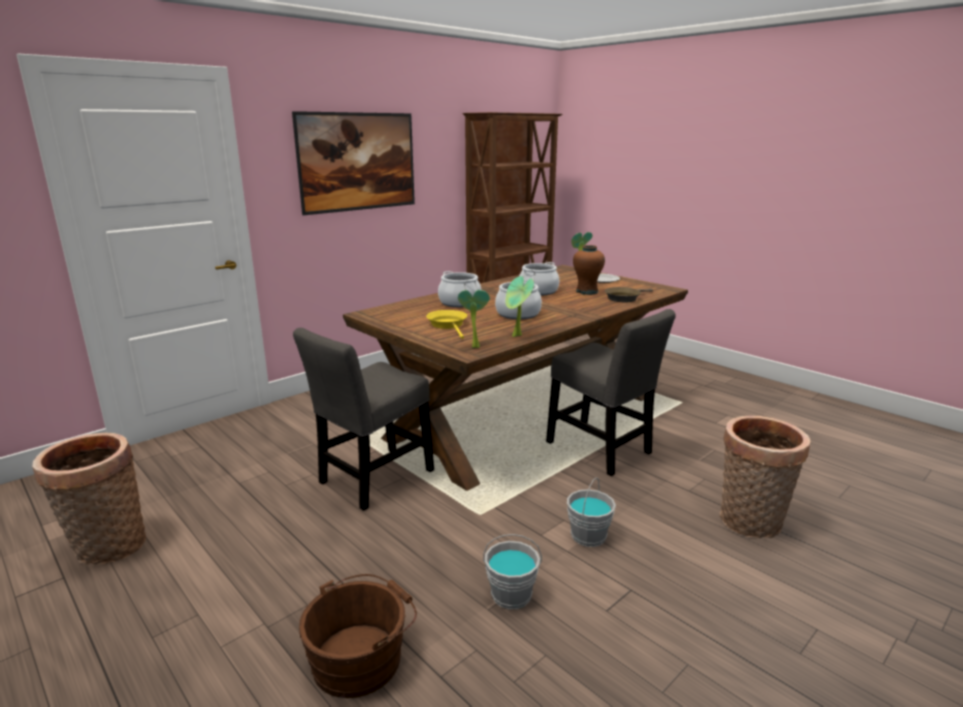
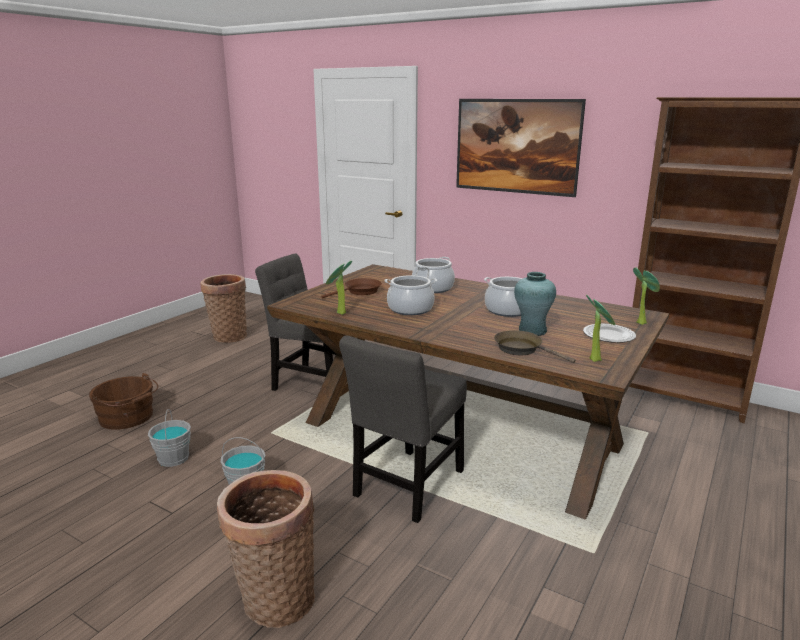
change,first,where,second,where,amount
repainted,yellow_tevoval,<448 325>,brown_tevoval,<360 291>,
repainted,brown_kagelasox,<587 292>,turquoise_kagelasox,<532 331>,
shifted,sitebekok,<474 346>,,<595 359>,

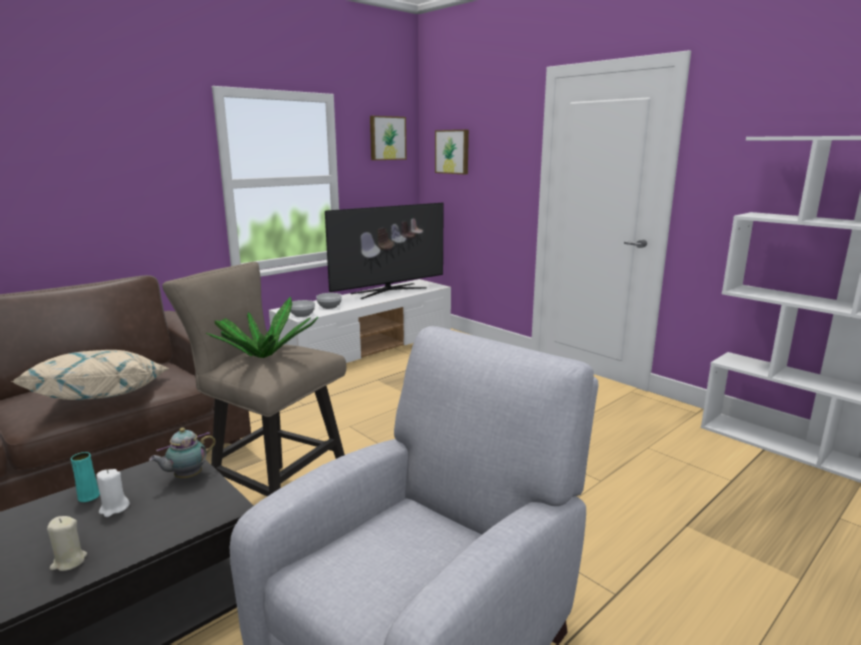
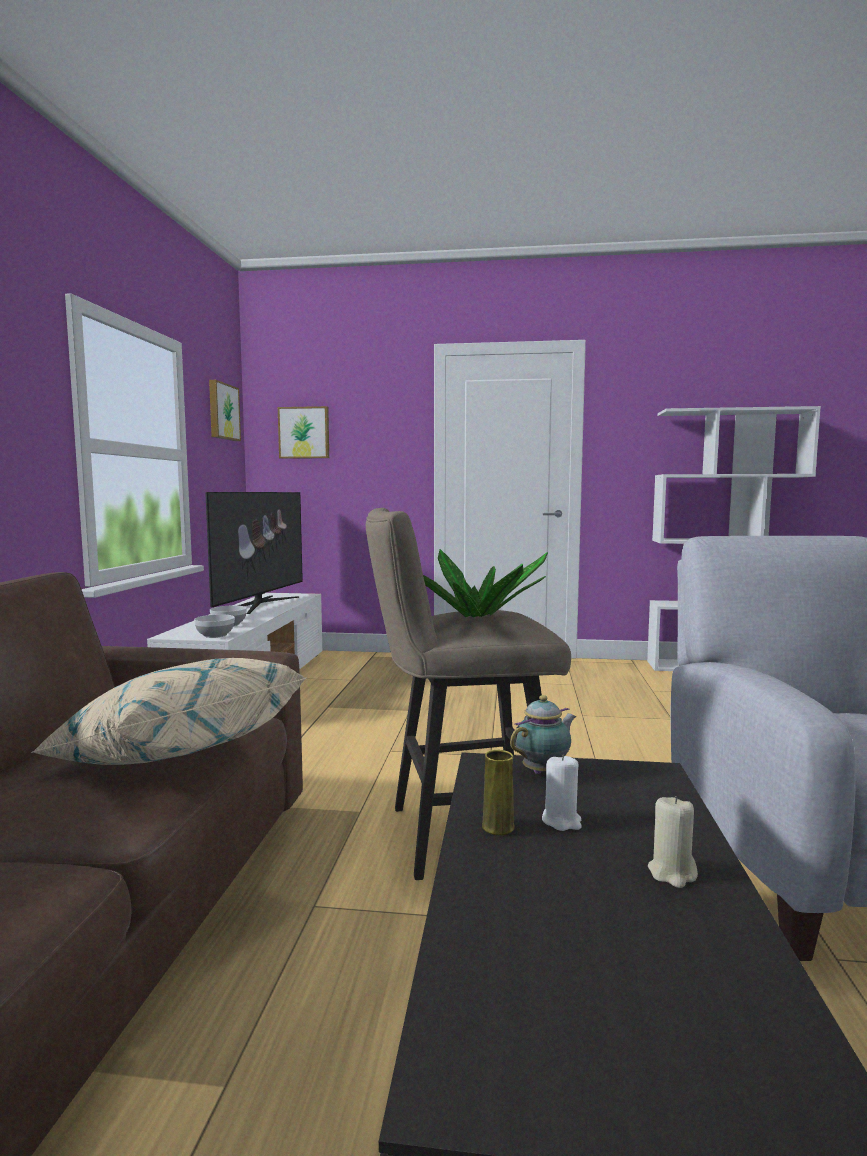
change,first,where,second,where,amount
repainted,turquoise_kagelasox,<89 496>,yellow_kagelasox,<498 827>,
rotated,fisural,<186 477>,,<544 771>,135 degrees counterclockwise

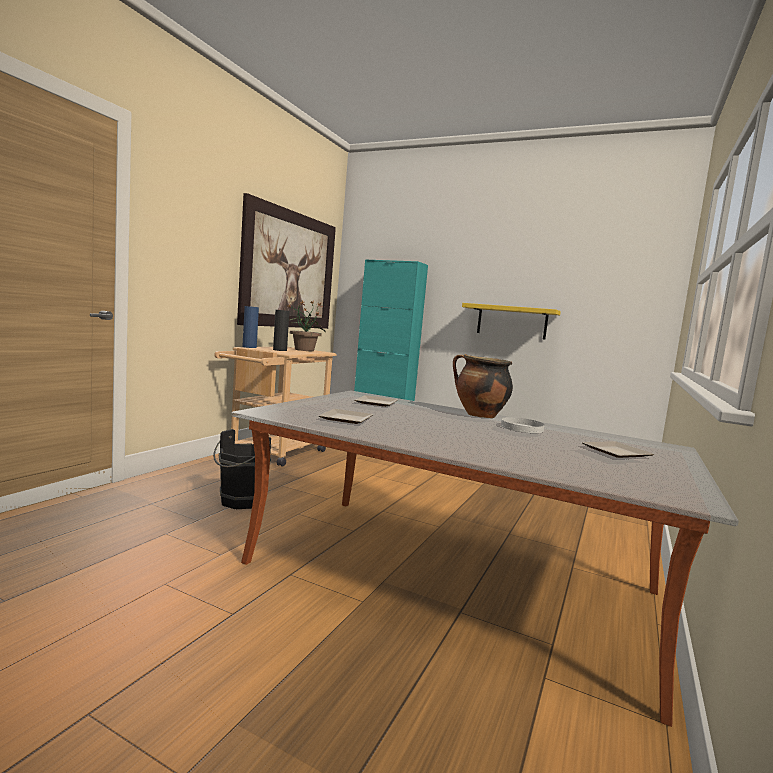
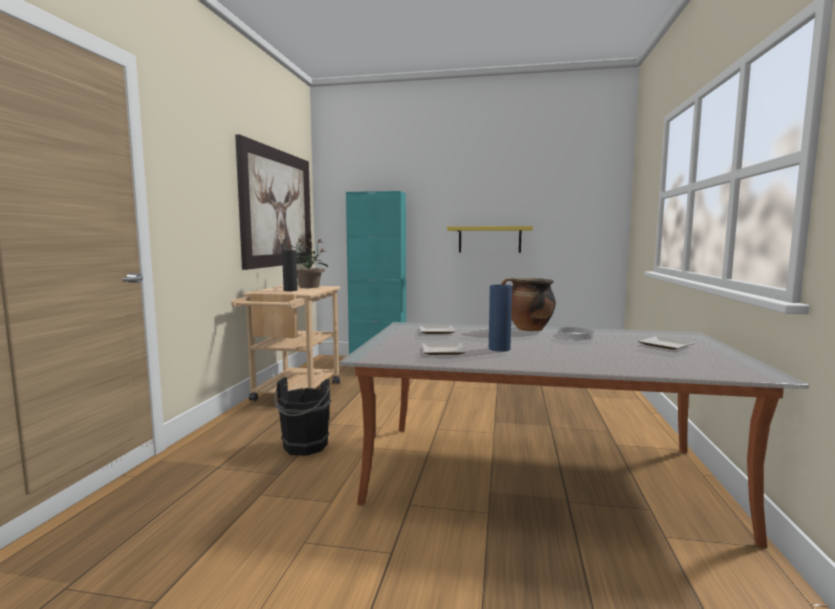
change,first,where,second,where,amount
shifted,blue_kagelasox,<249 347>,,<499 349>,

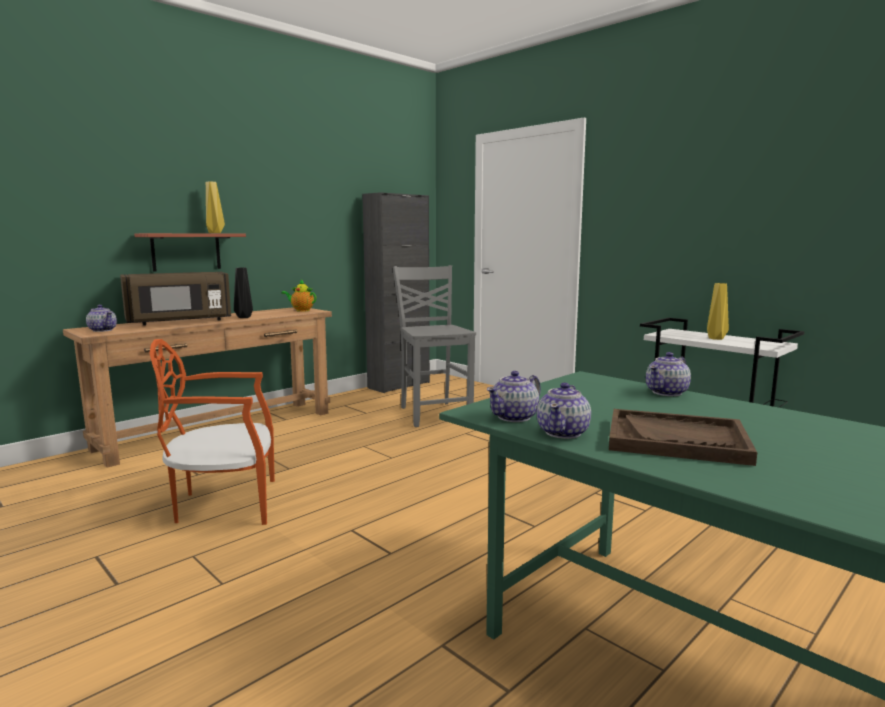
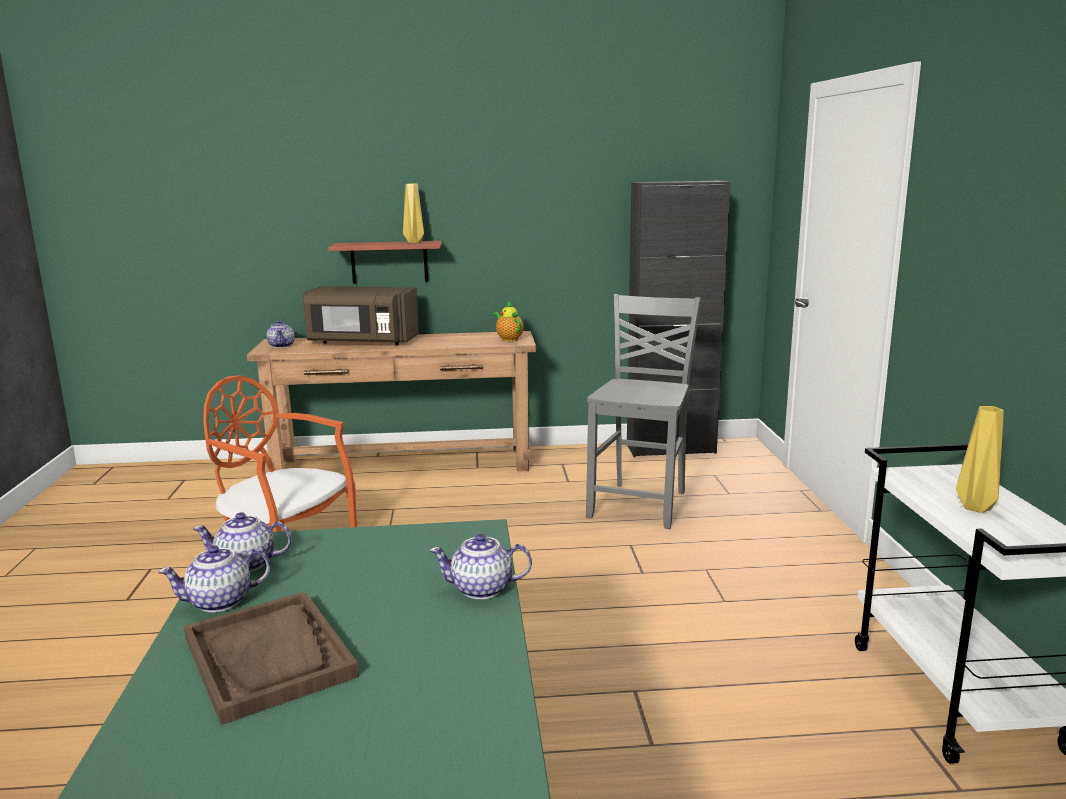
change,first,where,second,where,amount
gone,black_kagelasox,<244 317>,,,

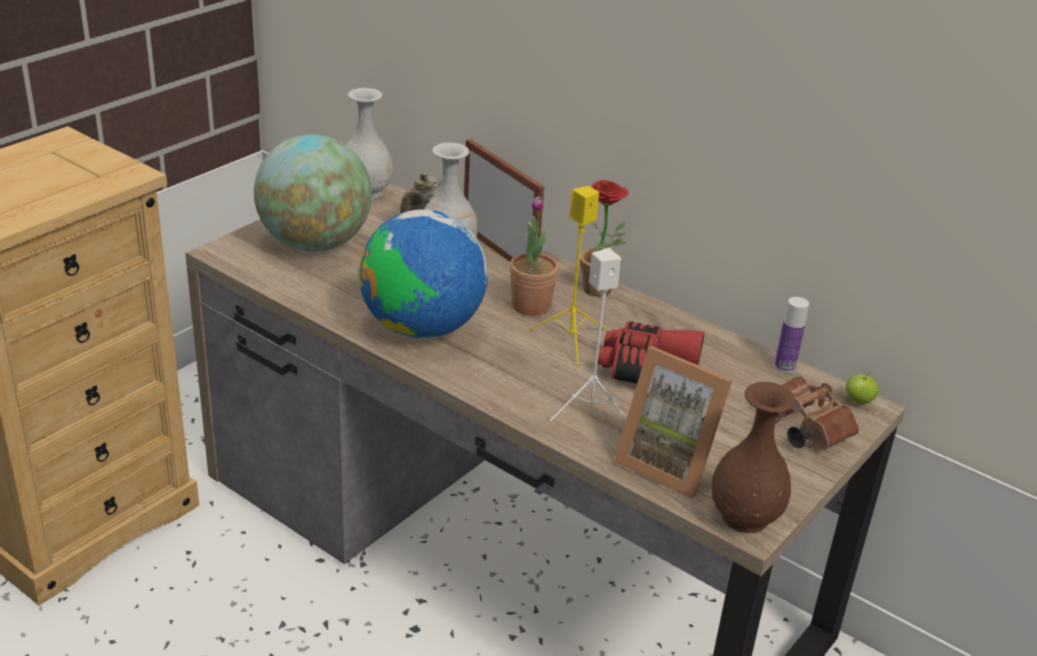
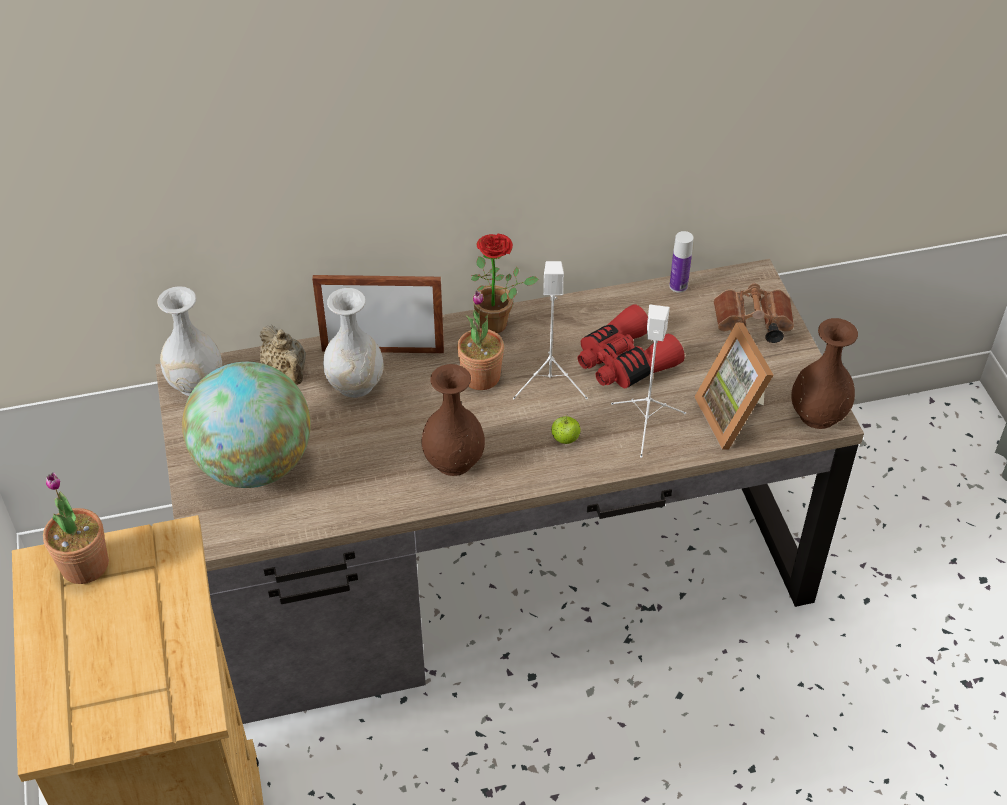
change,first,where,second,where,amount
new,,,sitebekok,<84 565>,
swapped,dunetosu,<423 328>,brown_kagelasox,<454 461>,
repainted,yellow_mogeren,<570 342>,white_mogeren,<551 383>,
shifted,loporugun,<858 401>,,<565 439>,
rotated,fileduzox,<669 463>,,<736 417>,90 degrees clockwise

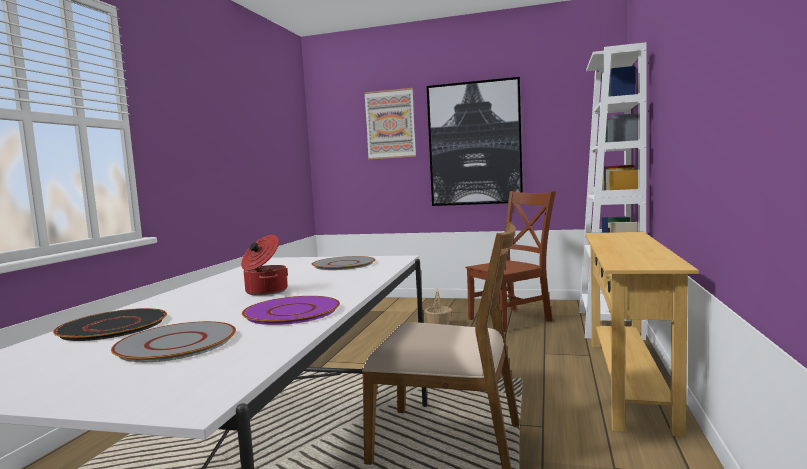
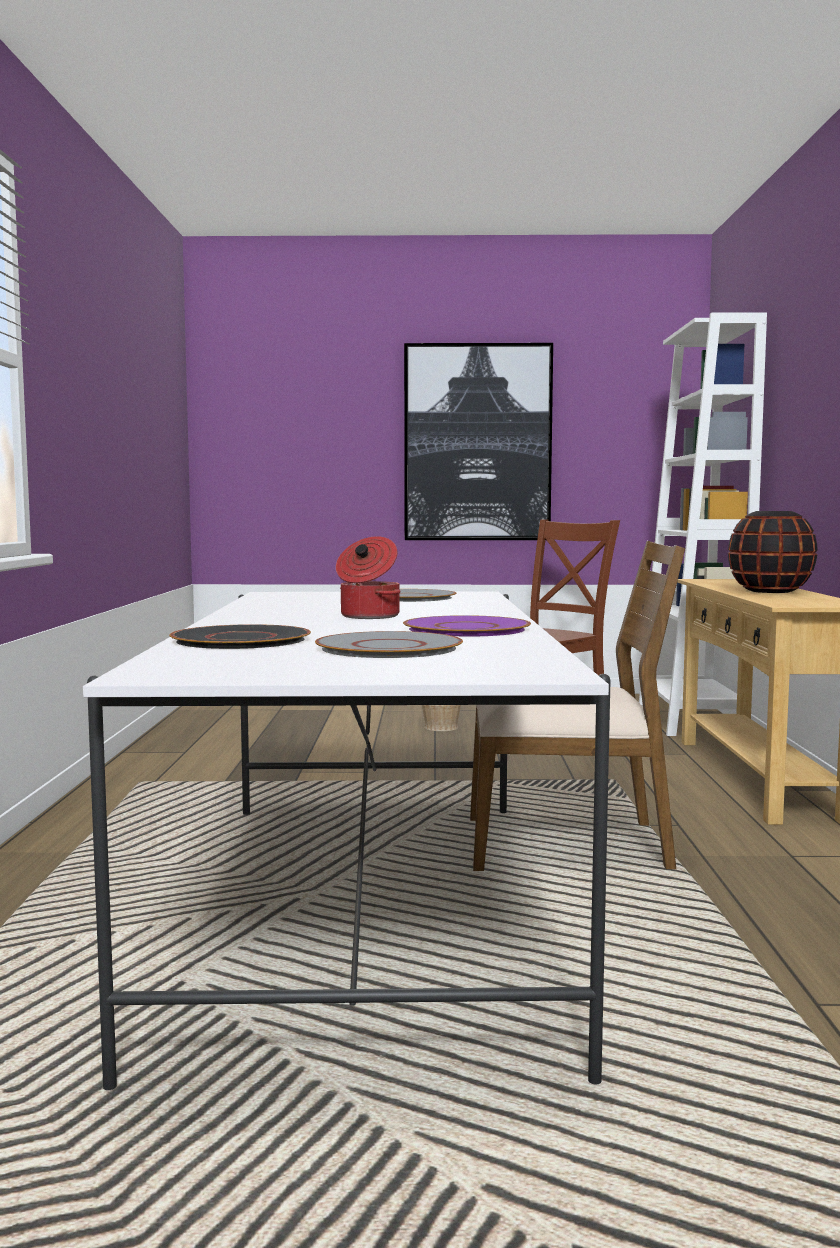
change,first,where,second,where,amount
new,,,black_kagelasox,<770 591>,
gone,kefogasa,<390 124>,,,

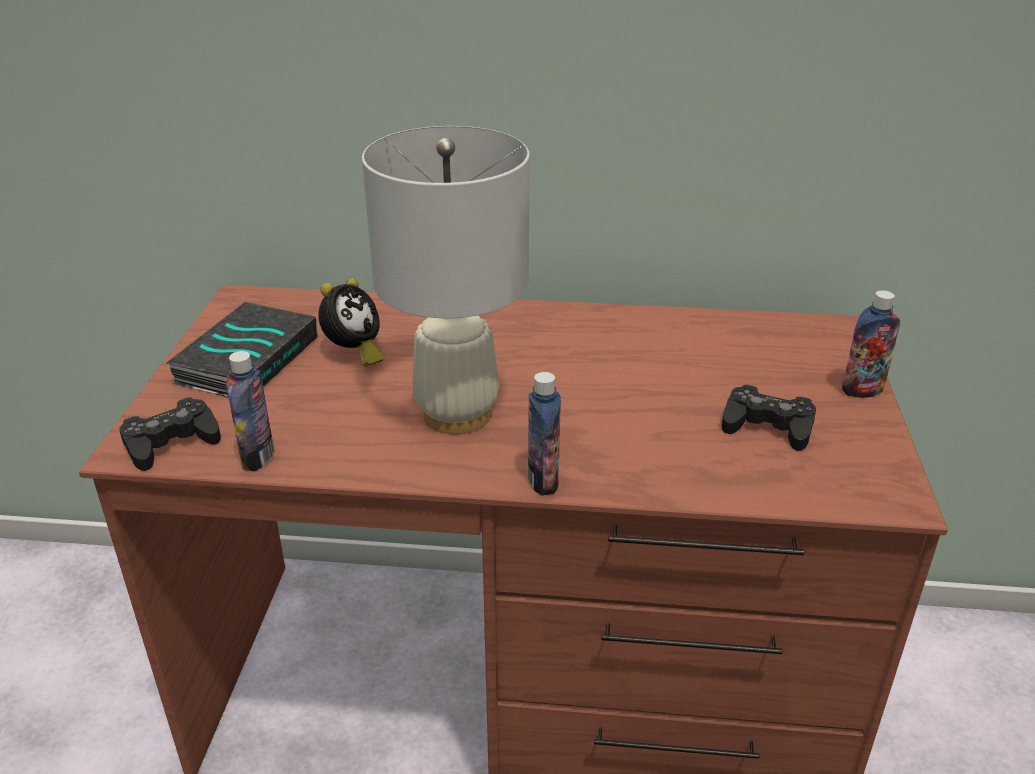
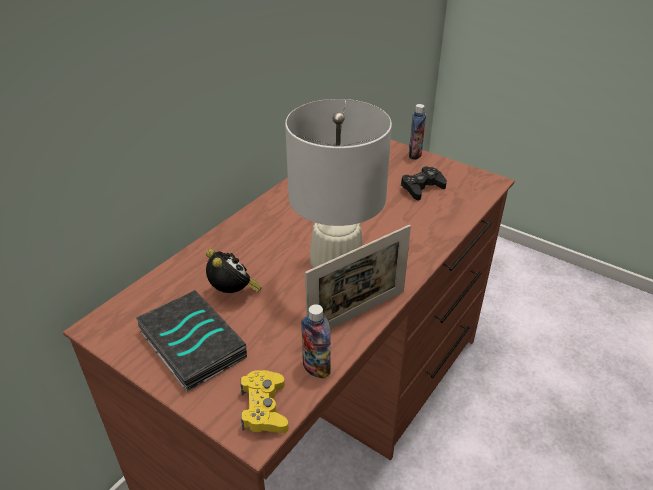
change,first,where,second,where,amount
repainted,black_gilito,<171 442>,yellow_gilito,<264 408>,
new,,,fileduzox,<357 315>,
gone,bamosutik,<543 481>,,,

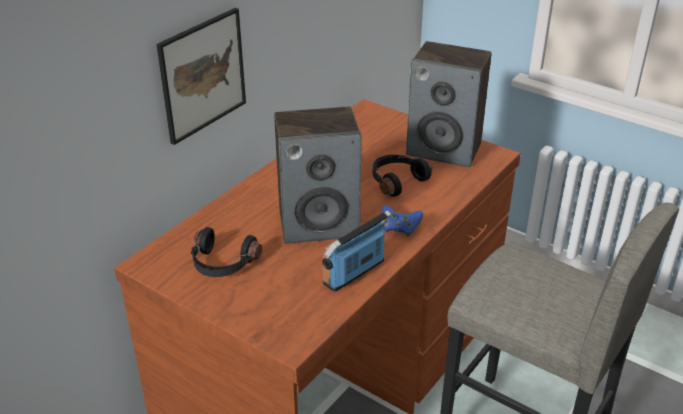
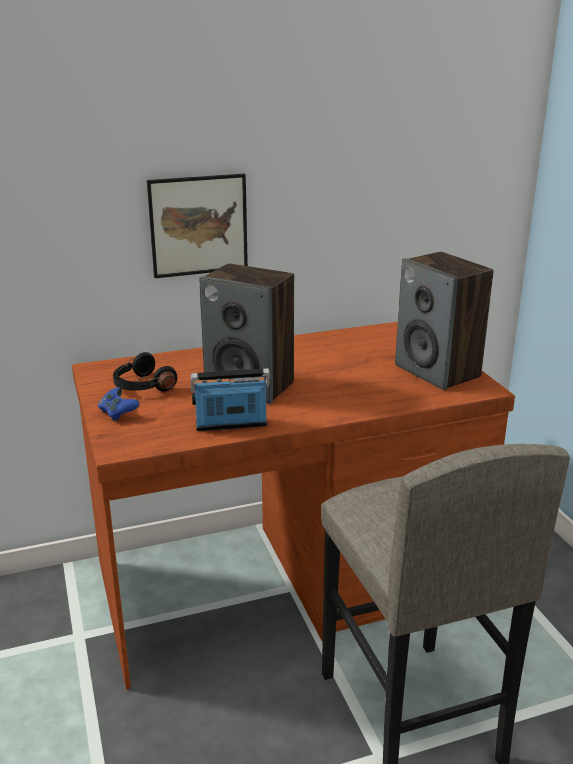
change,first,where,second,where,amount
shifted,blue_gilito,<399 228>,,<118 413>,
gone,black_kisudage,<396 181>,,,

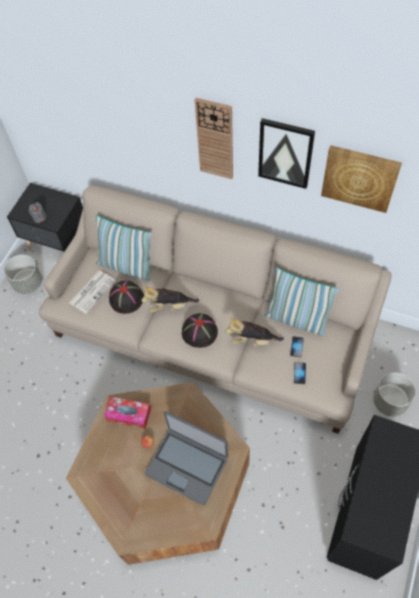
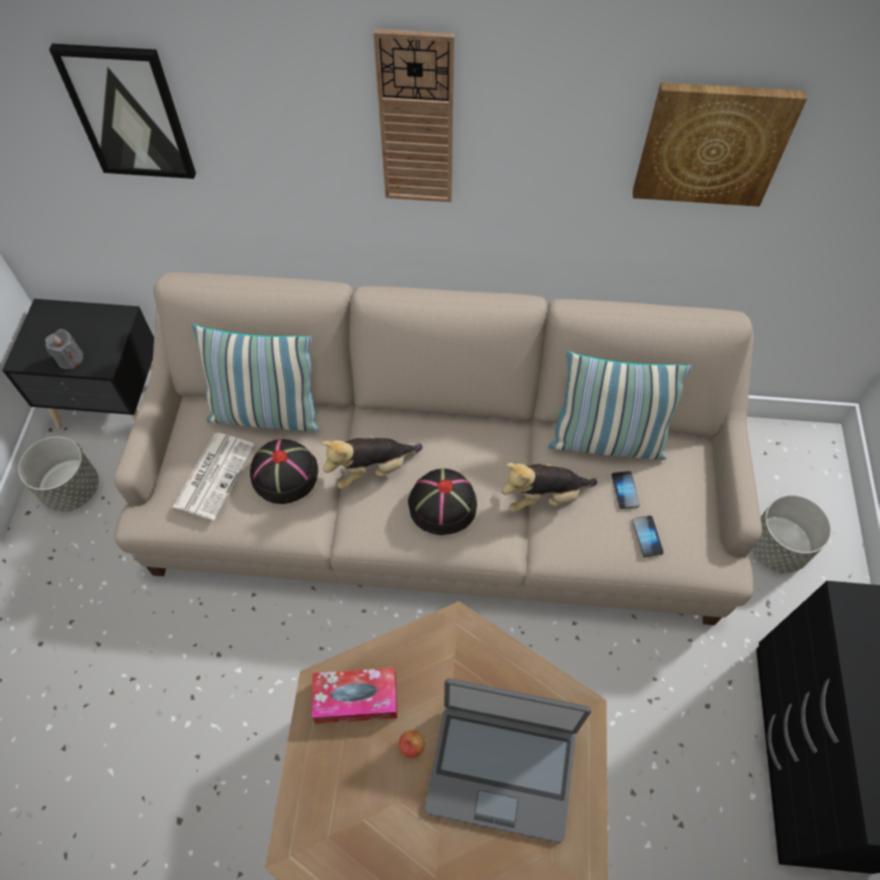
change,first,where,second,where,amount
shifted,kefogasa,<285 153>,,<129 112>,

